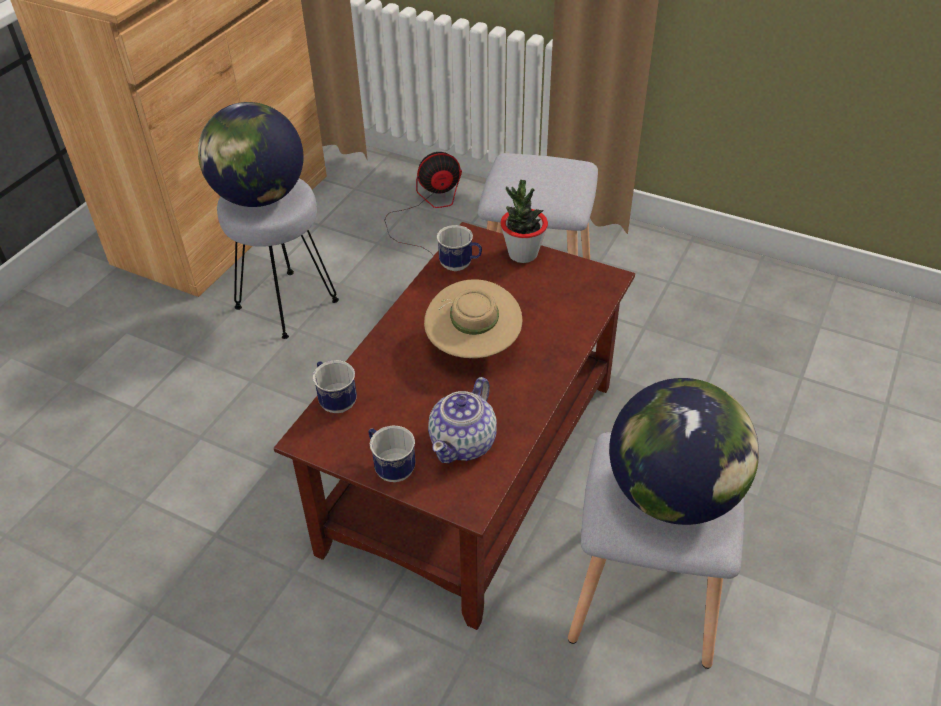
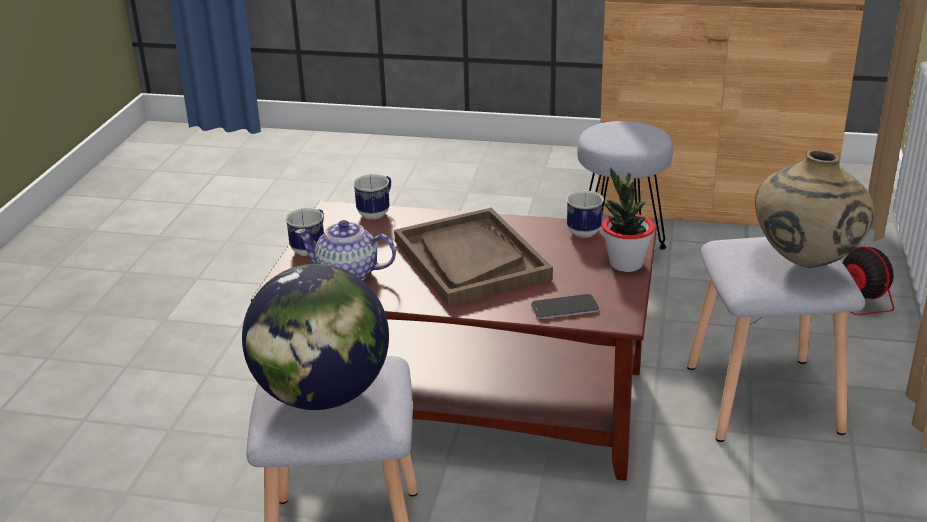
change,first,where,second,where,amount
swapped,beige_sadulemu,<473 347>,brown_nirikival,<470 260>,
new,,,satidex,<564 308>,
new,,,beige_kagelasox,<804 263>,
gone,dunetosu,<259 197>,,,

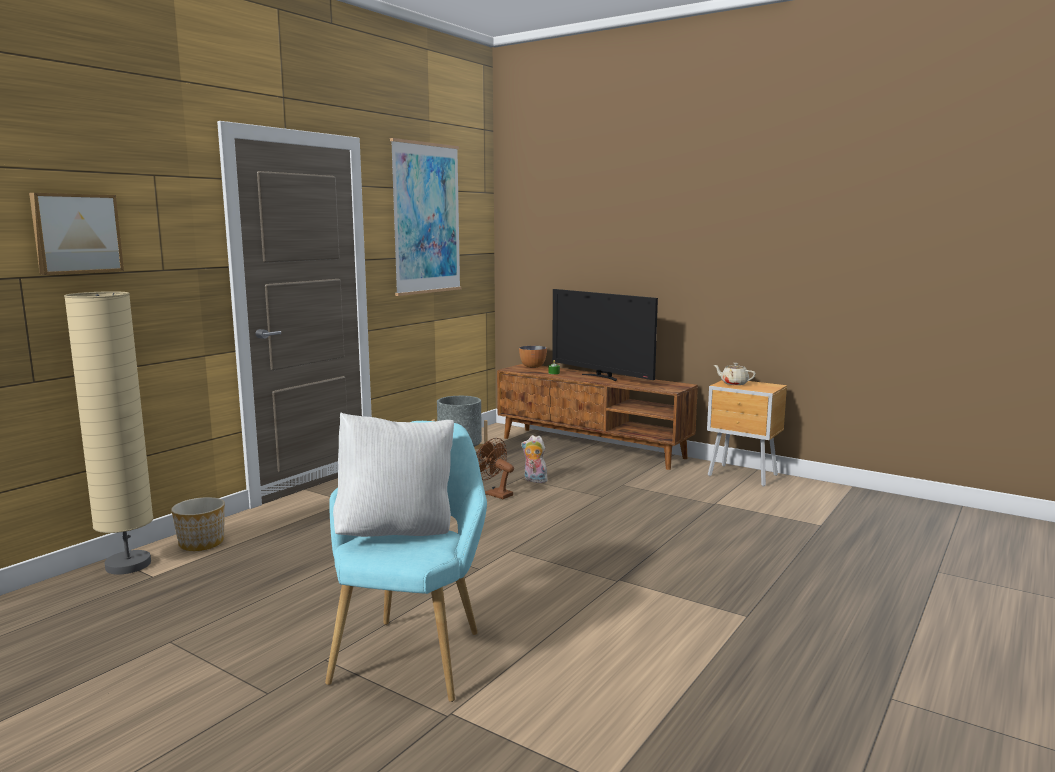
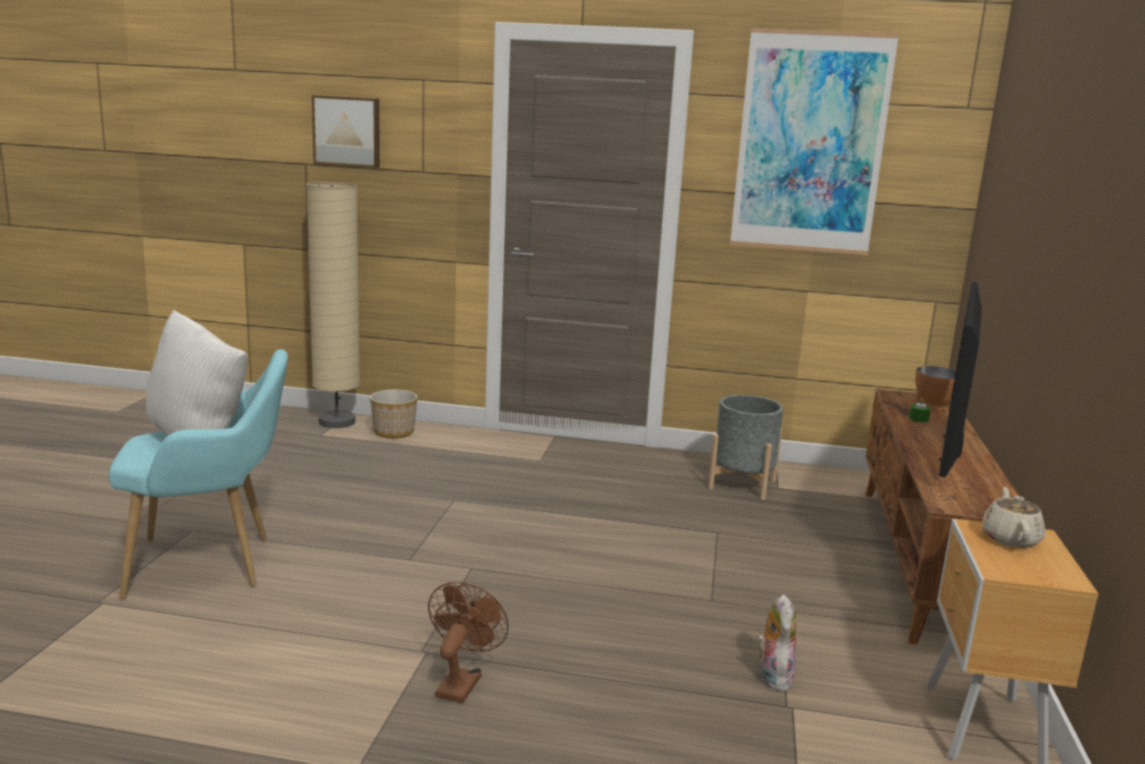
change,first,where,second,where,amount
shifted,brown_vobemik,<494 494>,,<461 682>,
shifted,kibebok,<534 480>,,<772 676>,

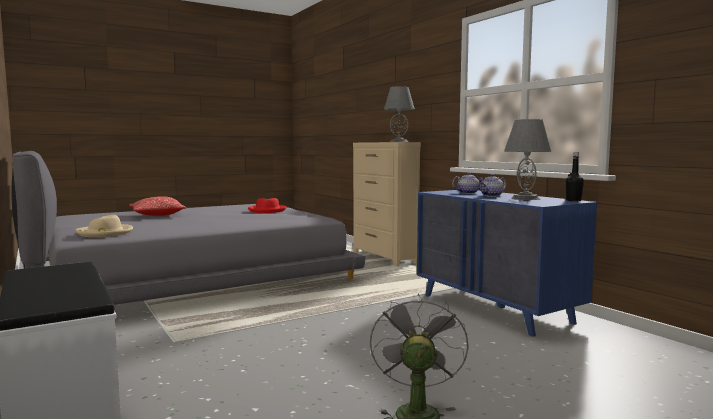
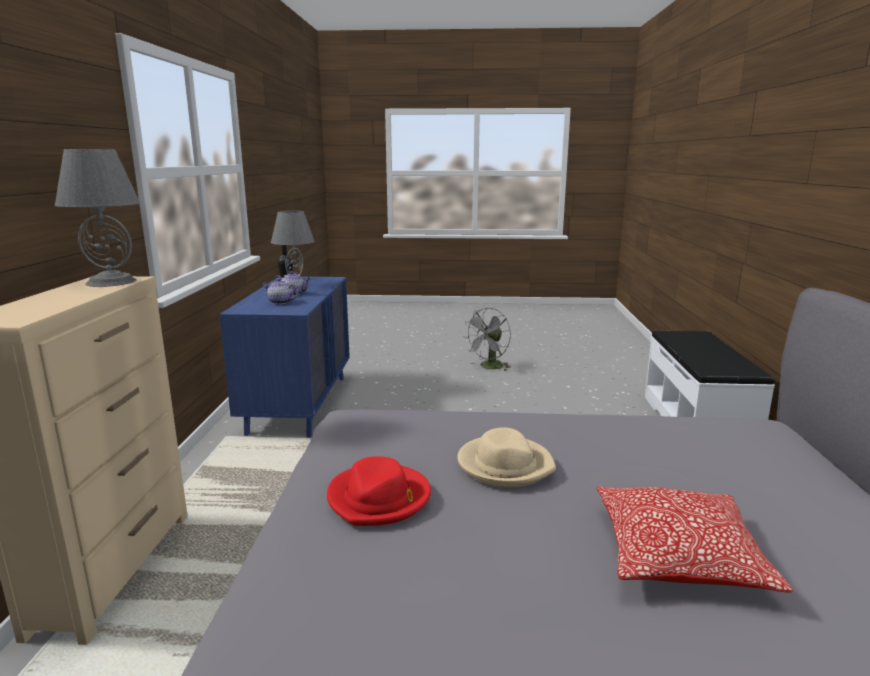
change,first,where,second,where,amount
shifted,beige_sadulemu,<105 233>,,<505 465>,

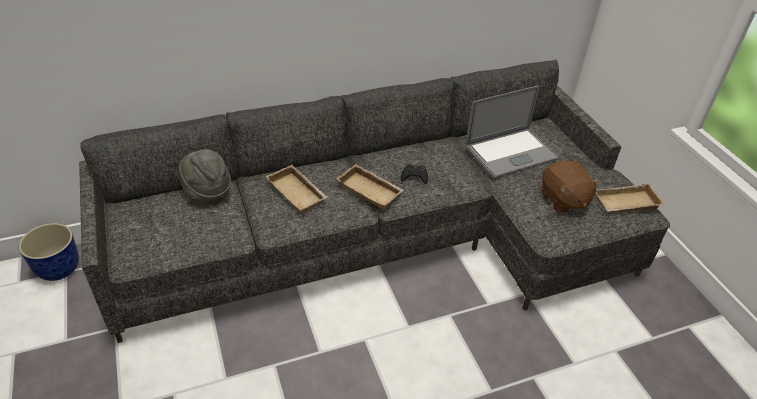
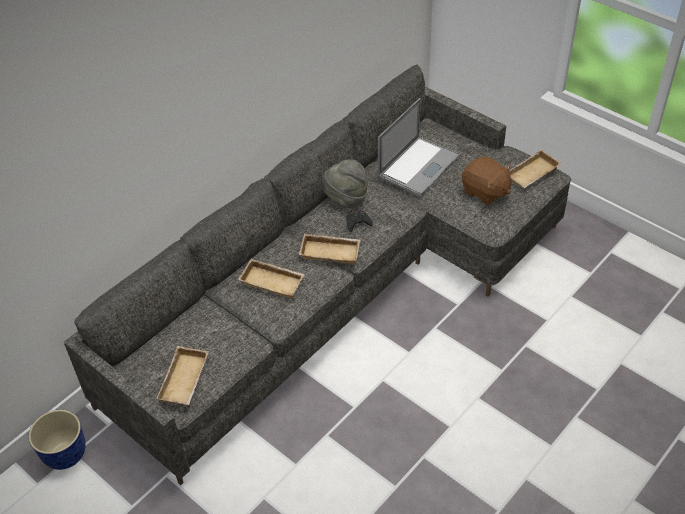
change,first,where,second,where,amount
new,,,beige_nirikival,<185 380>,
shifted,grey_sadulemu,<207 193>,,<345 198>,

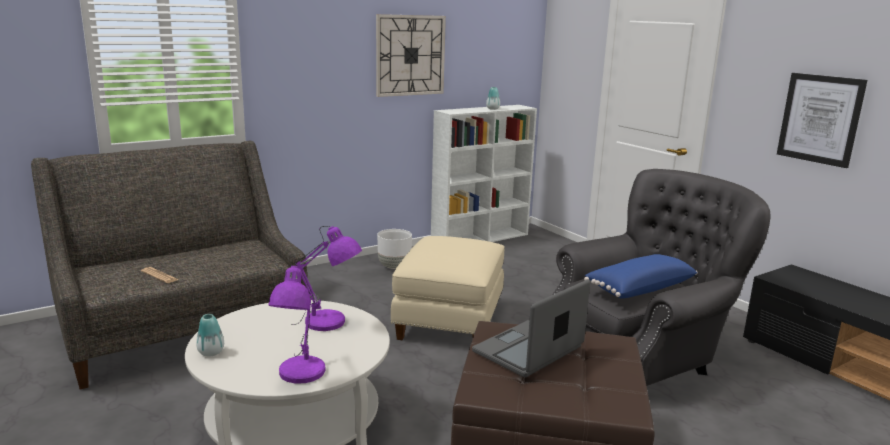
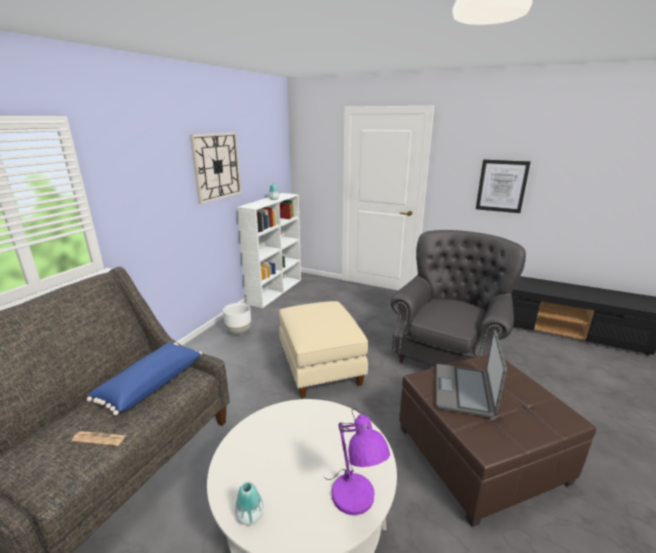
change,first,where,second,where,amount
shifted,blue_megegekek,<638 288>,,<150 384>,
gone,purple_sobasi,<330 323>,,,

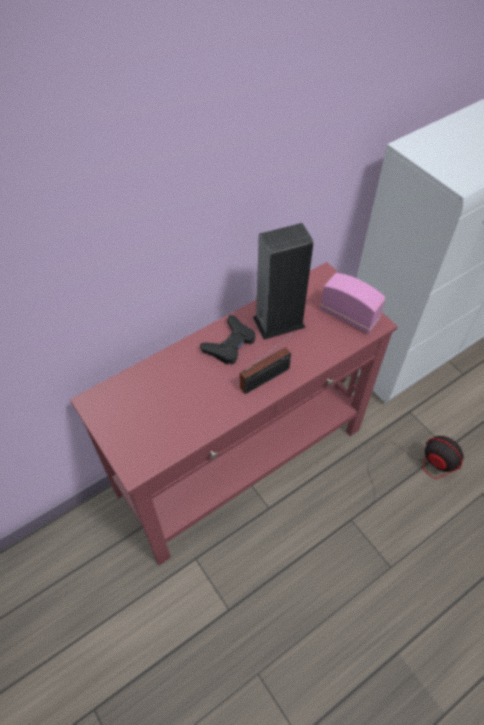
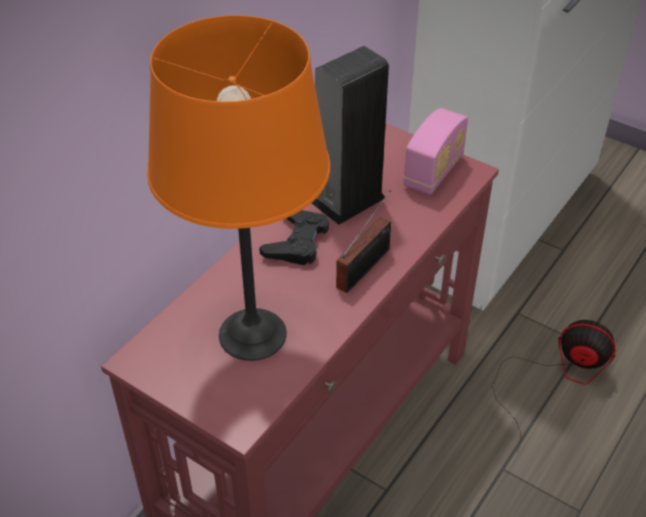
change,first,where,second,where,amount
new,,,orange_sobasi,<252 334>,
rotated,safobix,<349 316>,,<433 172>,105 degrees clockwise

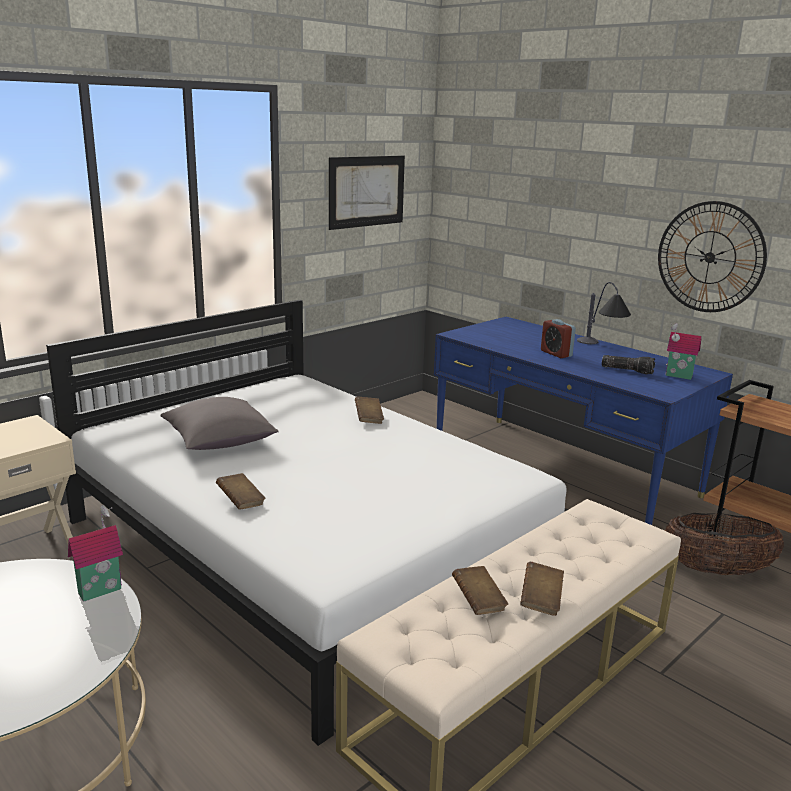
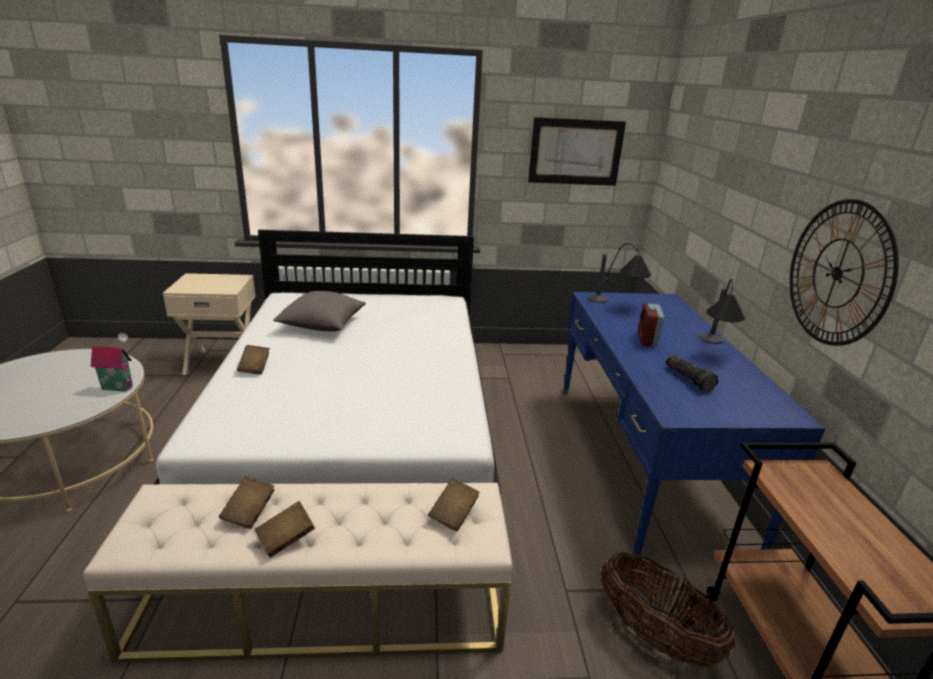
change,first,where,second,where,amount
shifted,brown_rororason,<369 418>,,<454 514>,
new,,,sobasi,<617 304>,
gone,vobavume,<678 376>,,,

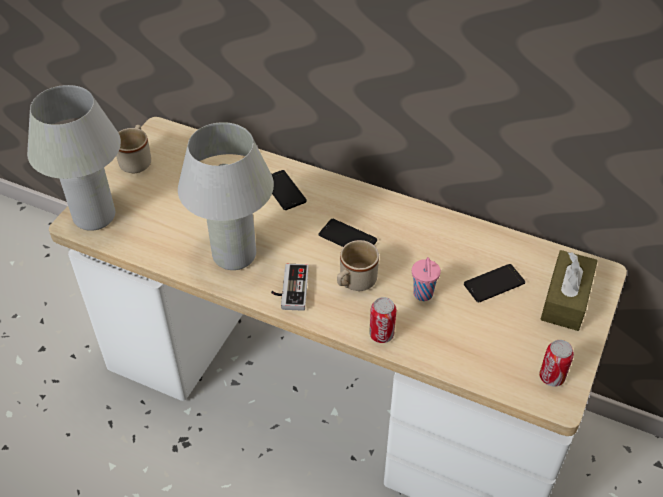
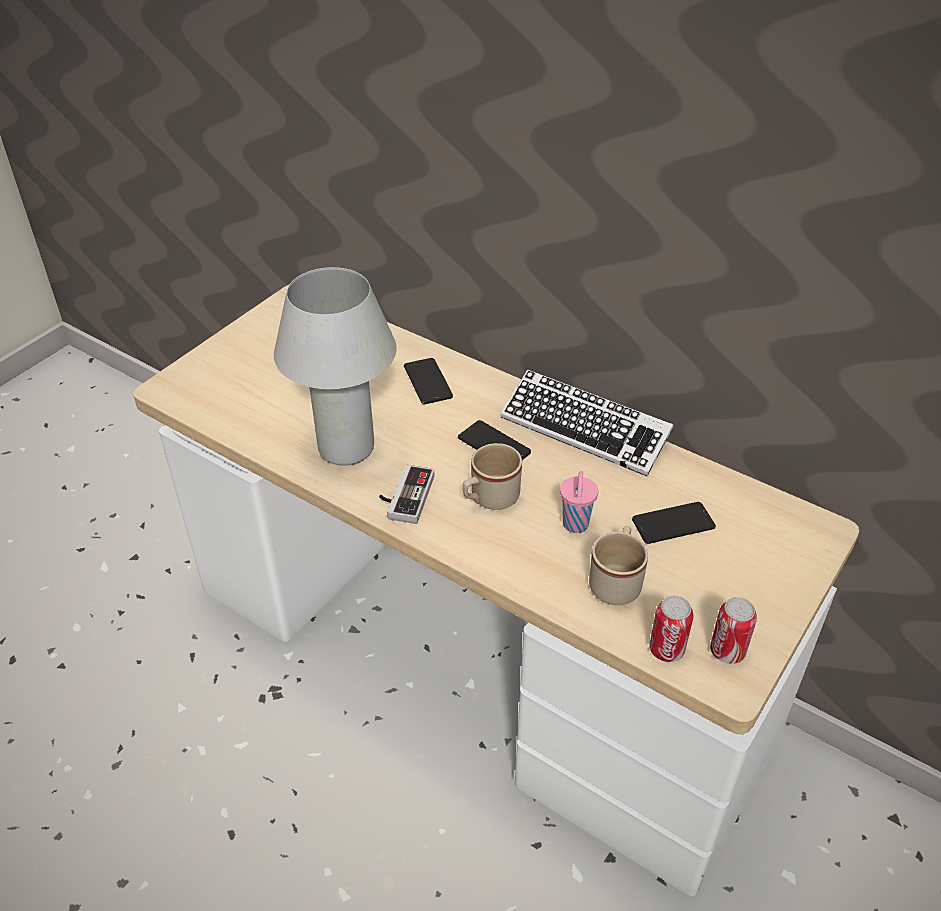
change,first,where,second,where,amount
new,,,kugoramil,<584 429>,
shifted,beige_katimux,<137 160>,,<616 581>,
shifted,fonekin,<381 334>,,<666 650>,
gone,white_sobasi,<94 216>,,,
gone,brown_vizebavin,<566 299>,,,

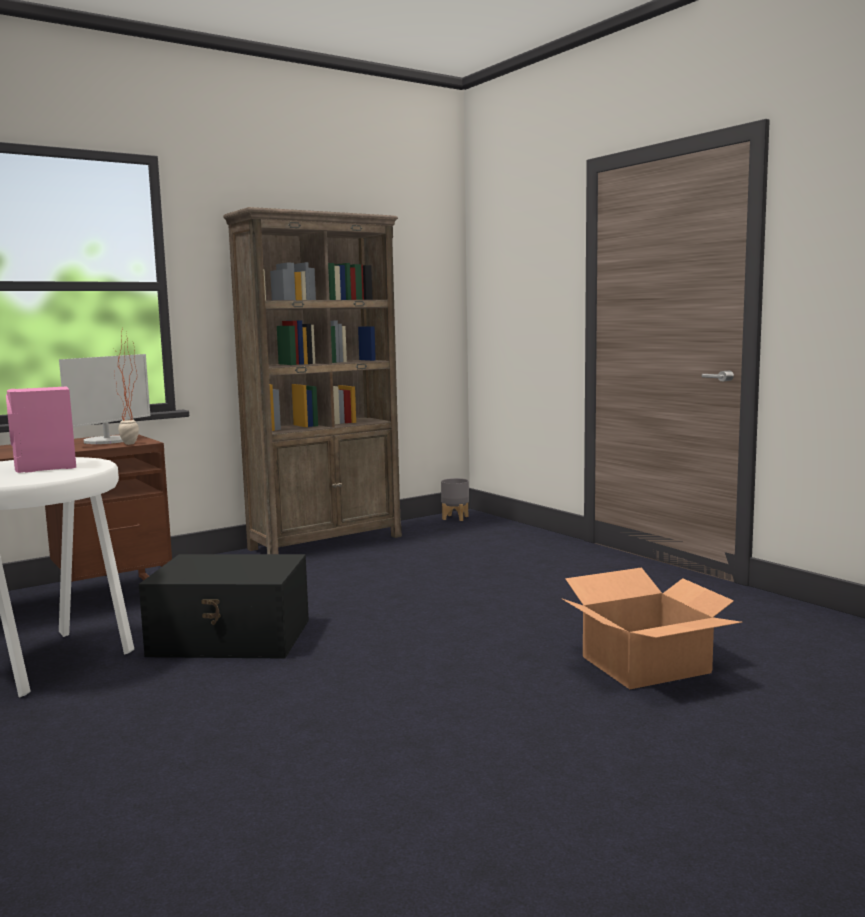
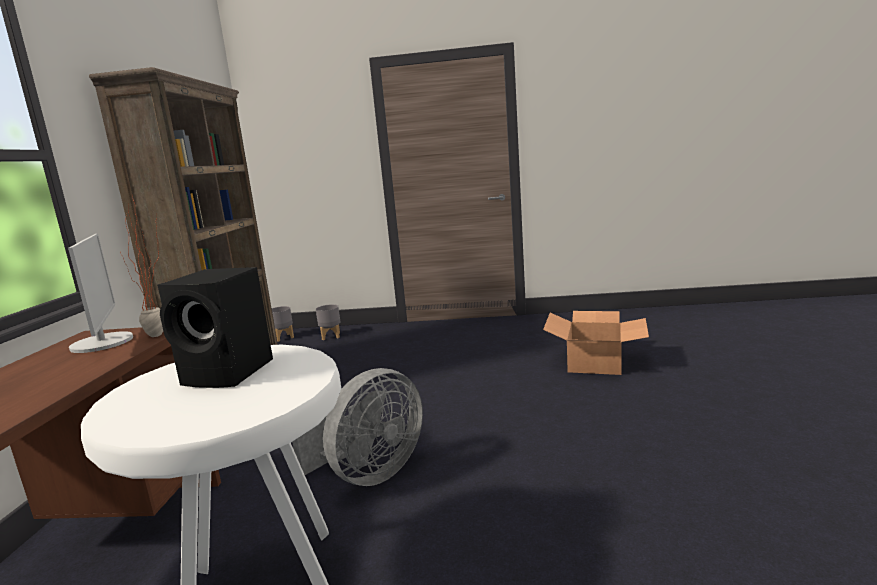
change,first,where,second,where,amount
repainted,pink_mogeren,<45 467>,black_mogeren,<230 373>,
swapped,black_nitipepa,<232 638>,grey_vobemik,<369 474>,
new,,,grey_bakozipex,<331 336>,

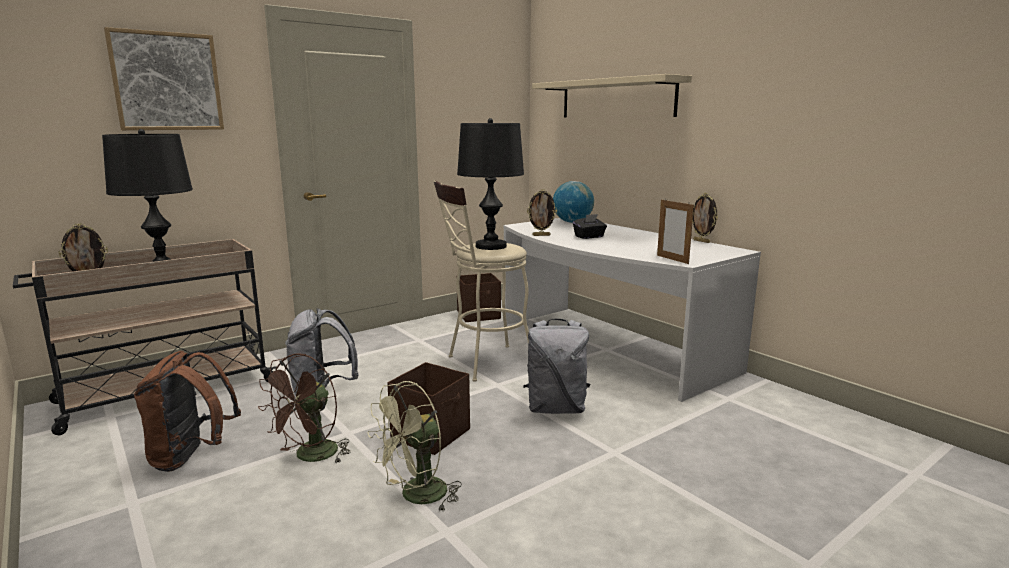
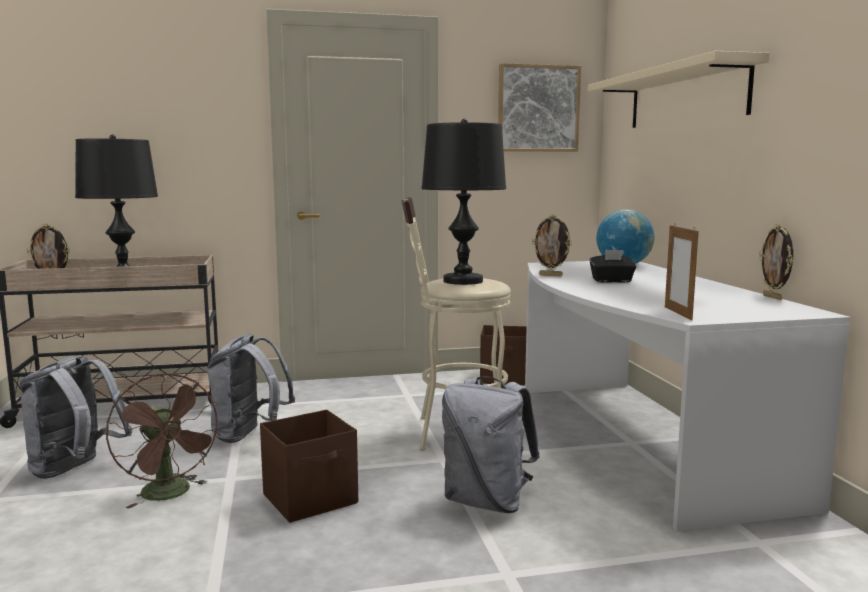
change,first,where,second,where,amount
repainted,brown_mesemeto,<191 457>,grey_mesemeto,<75 470>,
rotated,brown_vobemik,<311 457>,,<171 494>,90 degrees counterclockwise
shifted,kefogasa,<167 82>,,<538 108>,
gone,green_vobemik,<416 497>,,,

